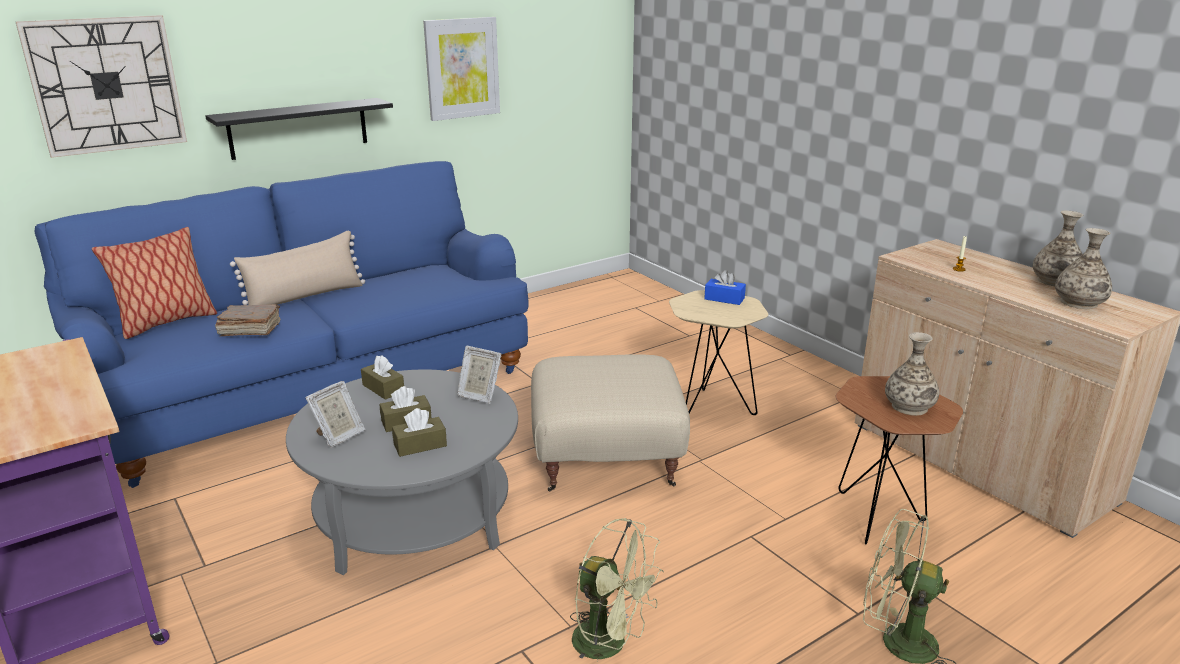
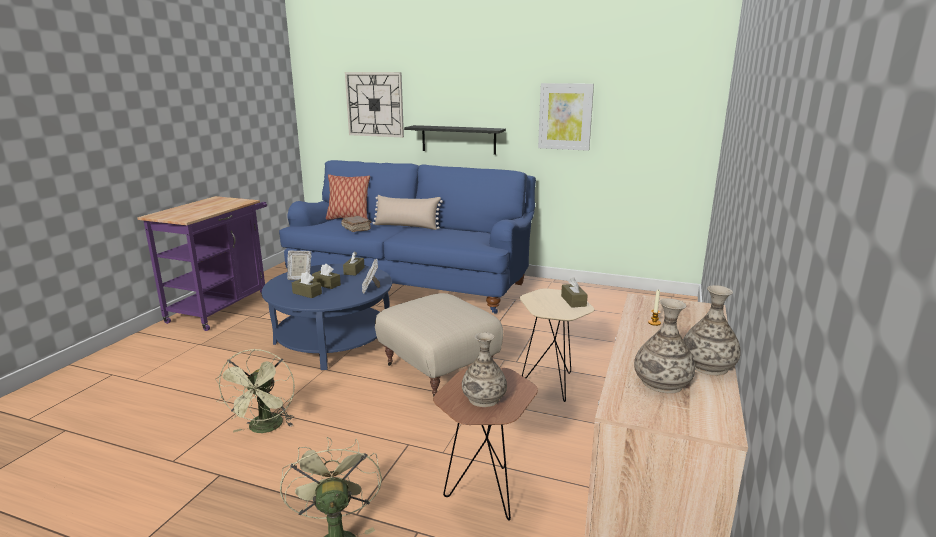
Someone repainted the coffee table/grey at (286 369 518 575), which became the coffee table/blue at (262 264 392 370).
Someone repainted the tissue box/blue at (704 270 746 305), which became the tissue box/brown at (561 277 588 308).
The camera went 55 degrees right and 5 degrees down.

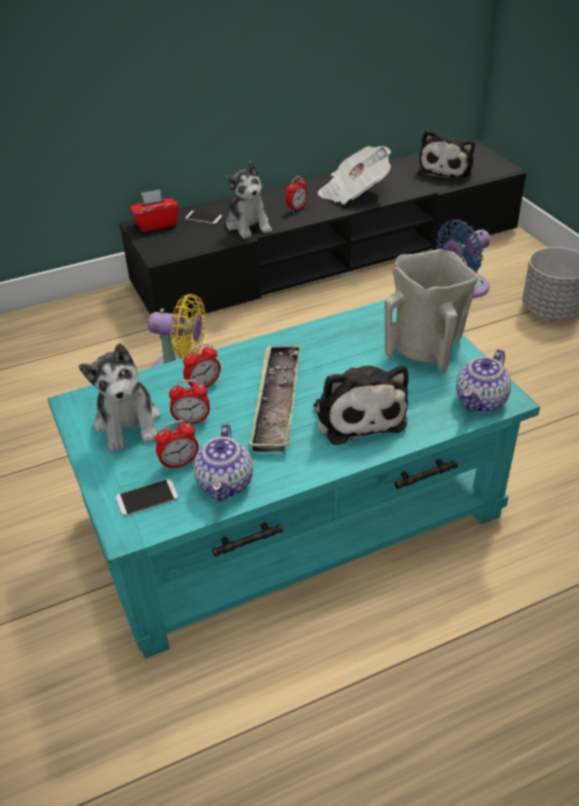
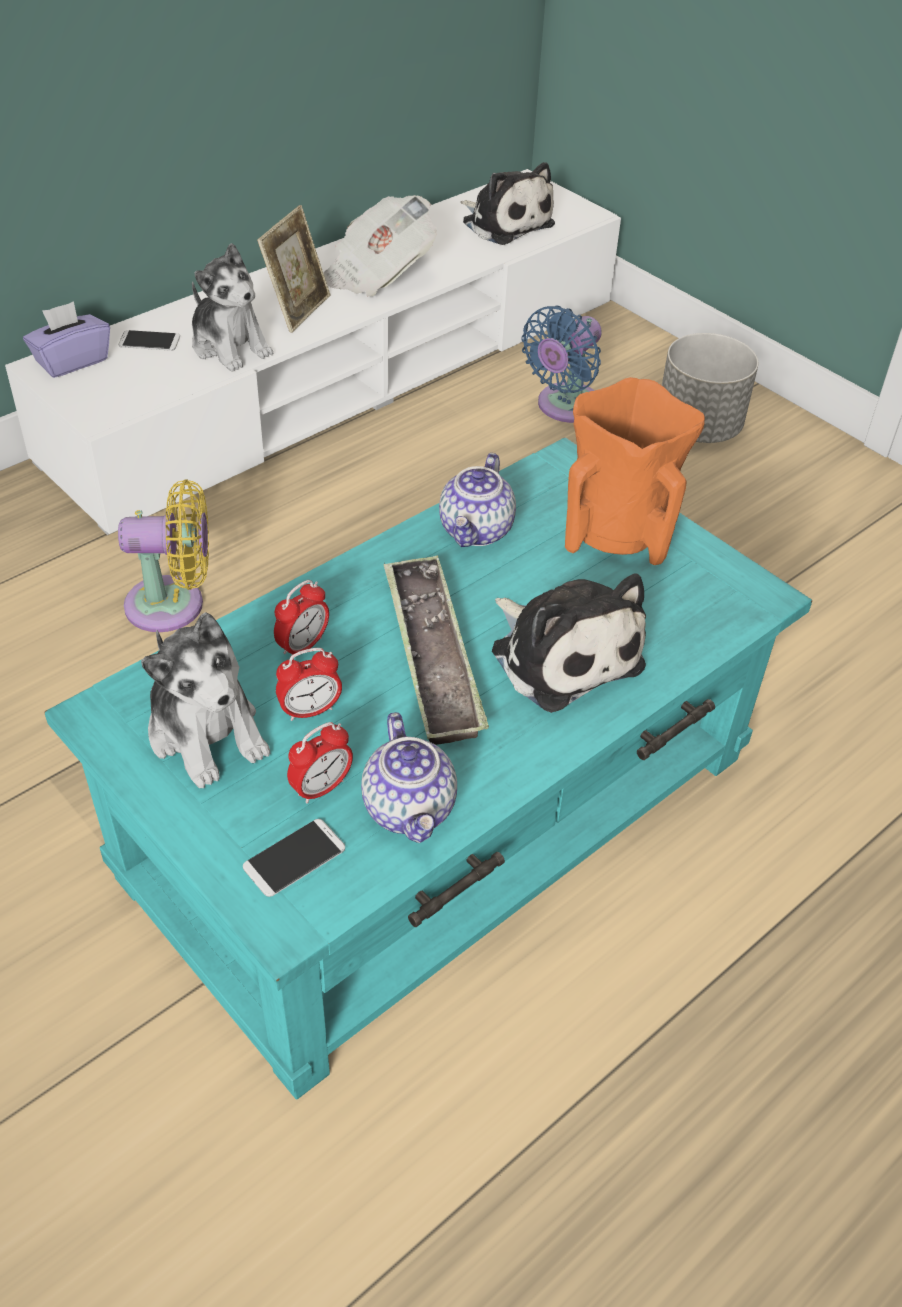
Someone carried the teapot from (456 349 511 412) to (439 453 516 547).
Someone swapped the alarm clock at (286 176 308 213) for the picture frame at (257 205 330 333).
Someone repainted the tv stand/black at (120 140 526 318), which became the tv stand/white at (5 169 621 535).
Someone repainted the tissue box/red at (130 189 179 232), which became the tissue box/purple at (23 301 110 378).
Someone repainted the vase/beige at (384 249 478 371), which became the vase/orange at (565 377 705 565).
Someone rotated the plush toy at (418 130 475 181) by 45 degrees counterclockwise.
The camera went 20 degrees left and 5 degrees up.

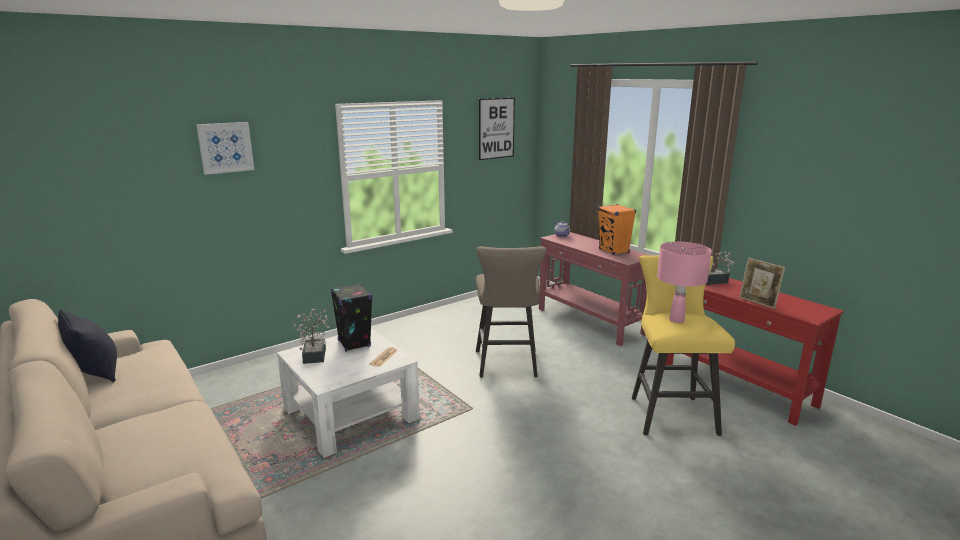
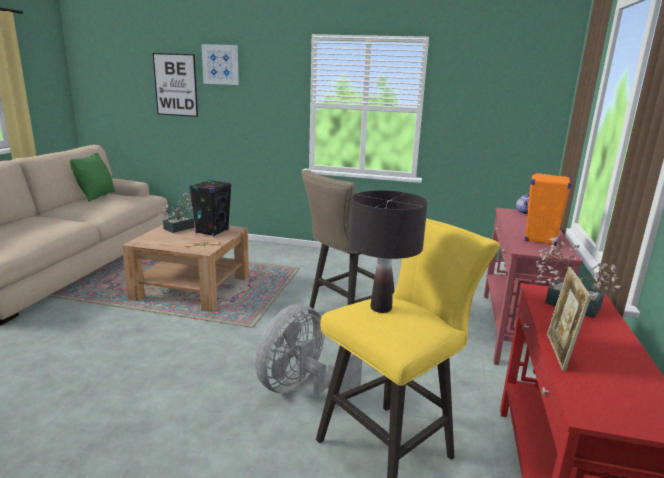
Someone put down the fan/grey at (255 304 362 409).
Someone carried the picture from (479 98 515 160) to (153 53 198 117).
Someone repainted the pillow/black at (58 309 117 382), which became the pillow/green at (70 153 115 202).
Someone repainted the coffee table/white at (277 328 420 458), which became the coffee table/brown at (122 222 249 312).
Someone repainted the table lamp/pink at (657 242 712 323), which became the table lamp/black at (349 190 428 313).
The camera went 50 degrees right and 0 degrees up.

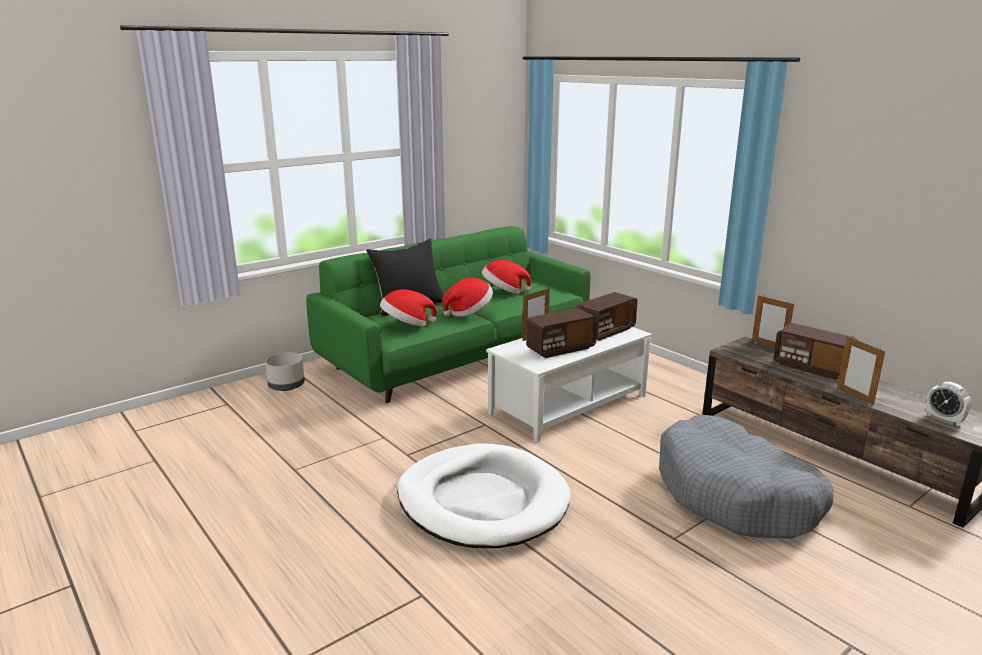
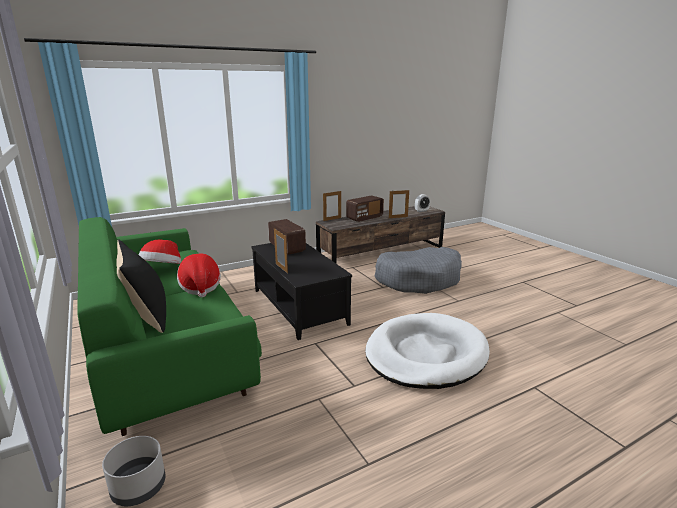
Someone took away the hat at (380 289 437 327).
Someone took away the radio at (526 308 597 358).
Someone repainted the coffee table/white at (486 327 652 443), which became the coffee table/black at (251 243 352 340).
The camera went 80 degrees left and 0 degrees up.

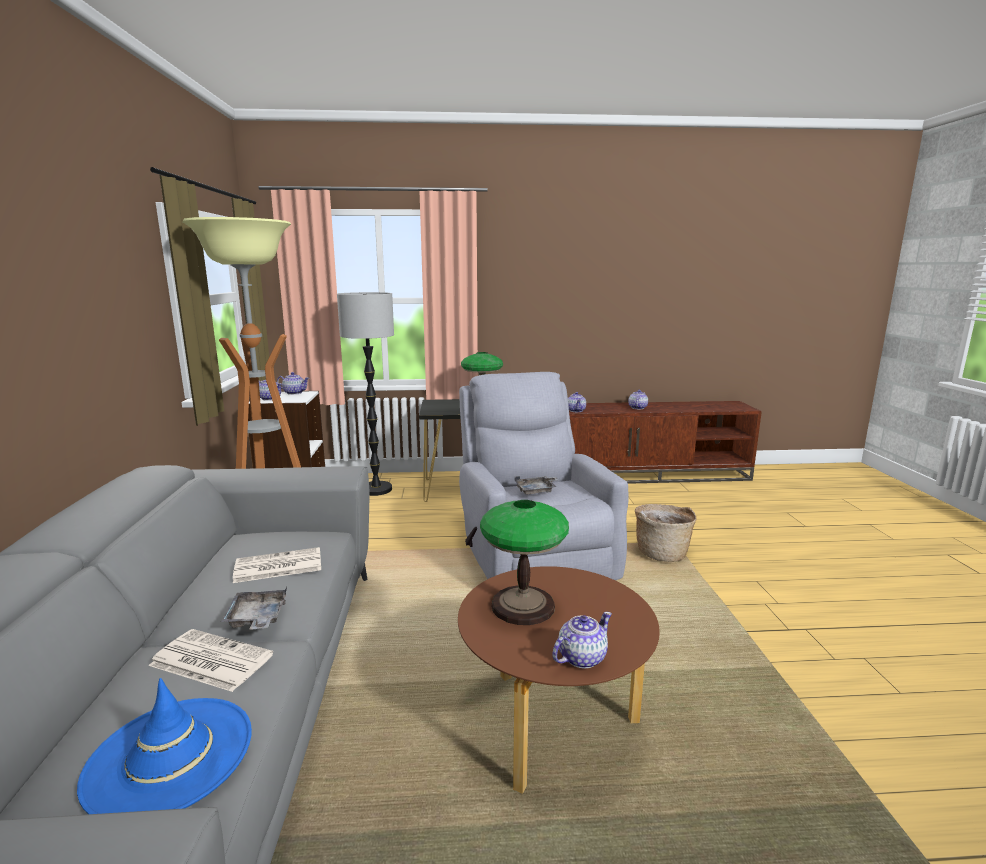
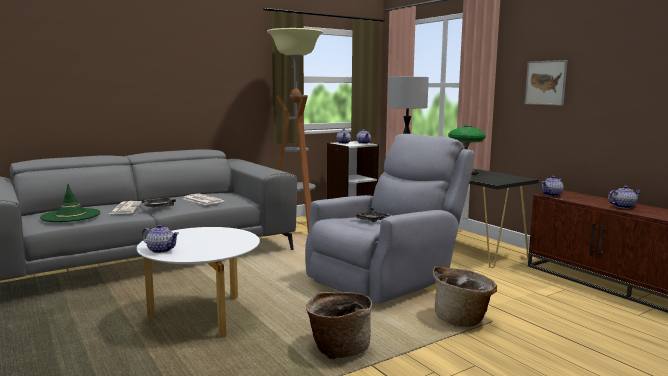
Someone took away the table lamp at (480 500 569 625).
Someone put down the basket at (306 292 372 359).
Someone put up the picture at (525 60 568 106).
Someone repainted the hat/blue at (77 678 252 814), which became the hat/green at (40 184 100 222).
Someone repainted the coffee table/brown at (458 566 660 794), which became the coffee table/white at (137 227 260 338).
The camera went 60 degrees right and 5 degrees down.

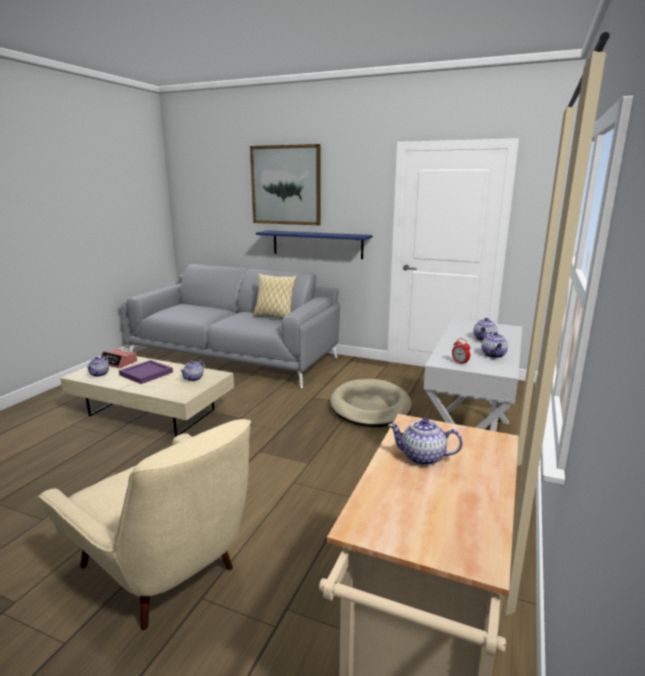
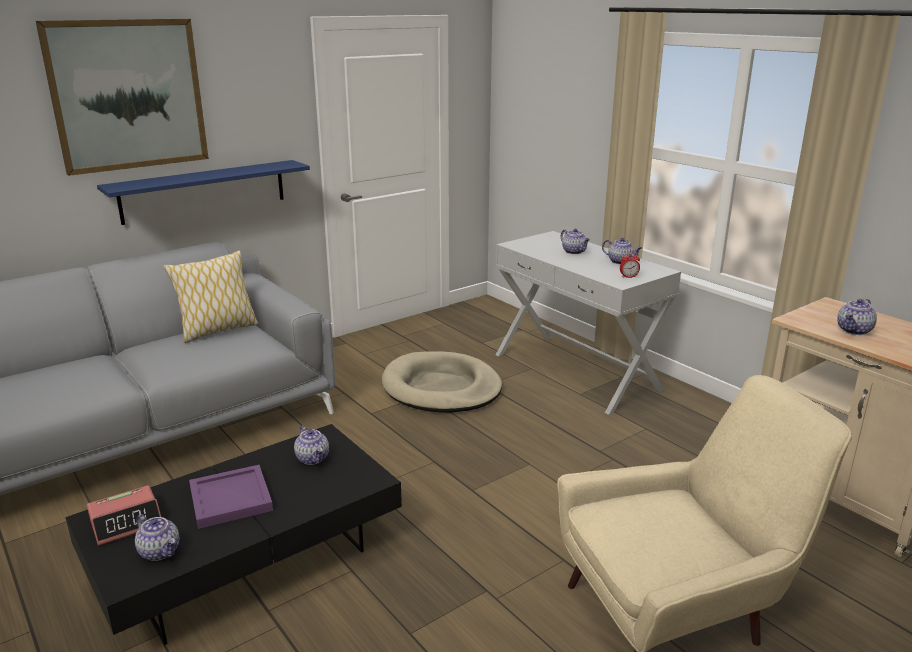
Someone repainted the coffee table/beige at (60 356 234 437), which became the coffee table/black at (65 424 402 645).
The camera went 60 degrees left and 5 degrees up.

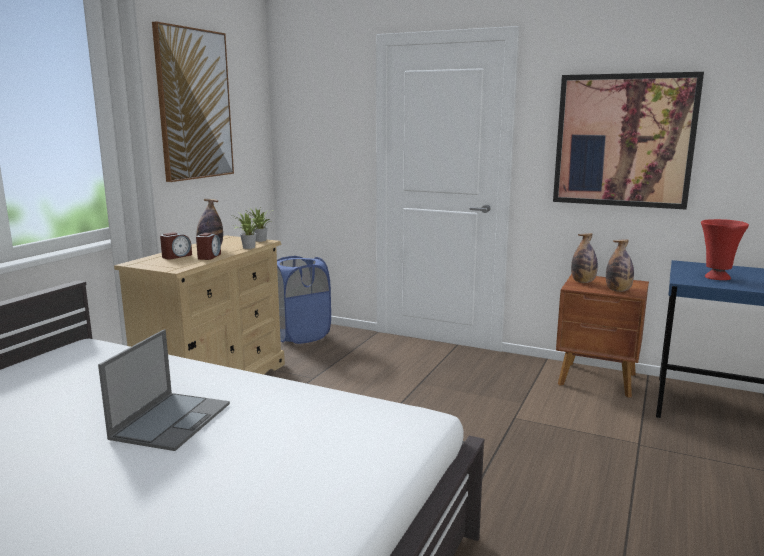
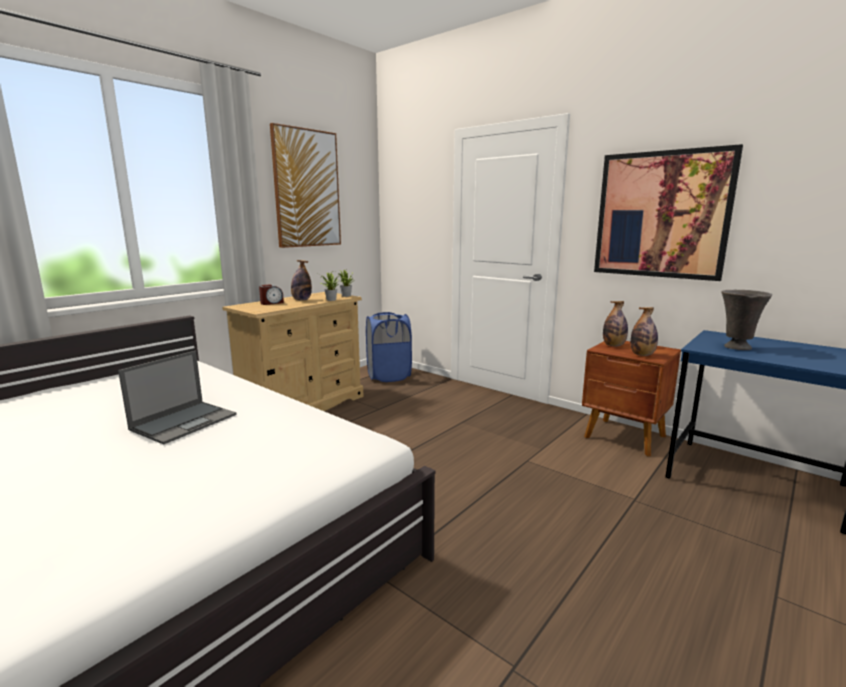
Someone took away the alarm clock at (196 233 221 260).
Someone repainted the vase/red at (701 219 749 280), which became the vase/grey at (721 290 772 350).
The camera went 15 degrees right and 0 degrees up.

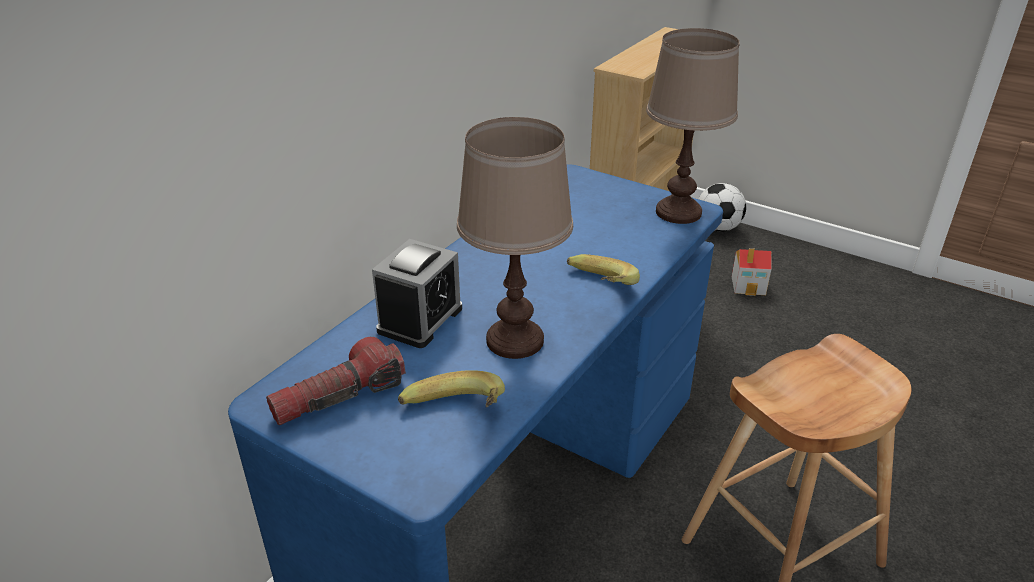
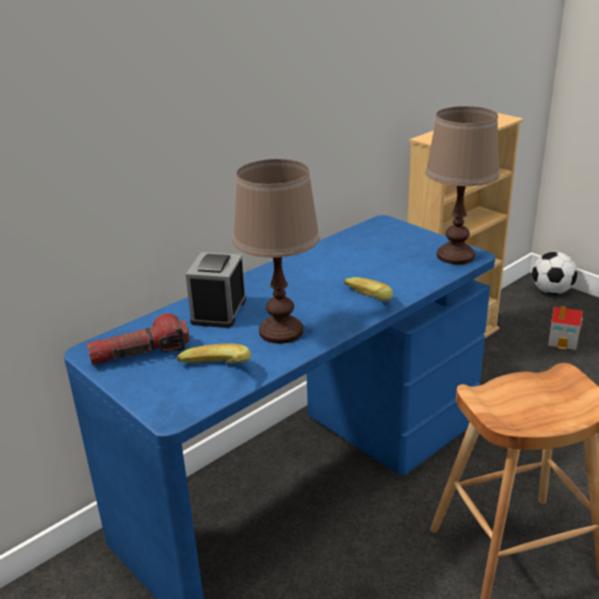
Someone rotated the alarm clock at (372 239 462 348) by 150 degrees clockwise.
The camera went 15 degrees right and 5 degrees down.

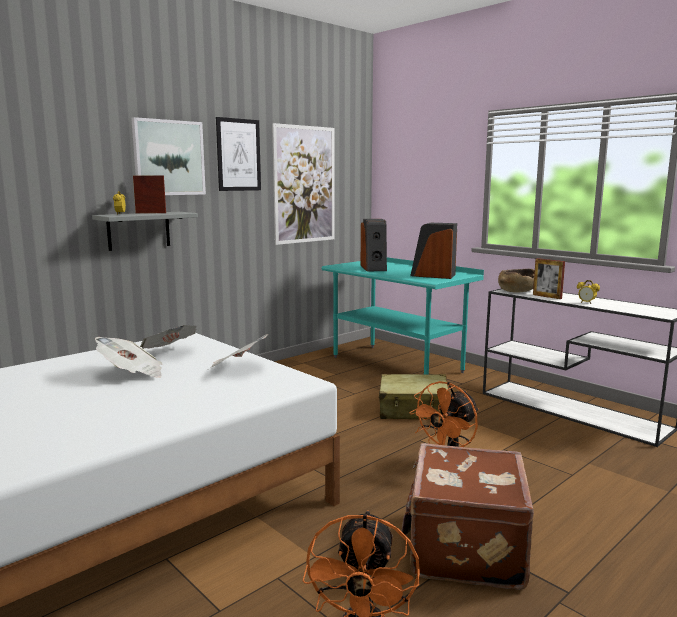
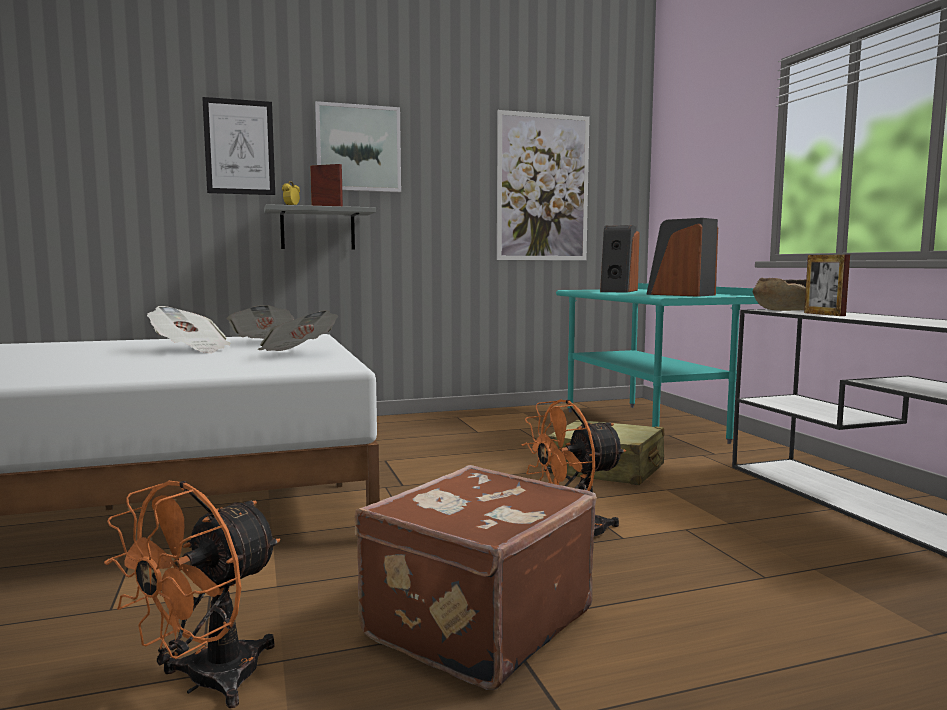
Someone took away the alarm clock at (577 280 600 304).
Someone carried the picture from (216 117 261 191) to (202 97 275 195).
The camera went 25 degrees right and 5 degrees down.

